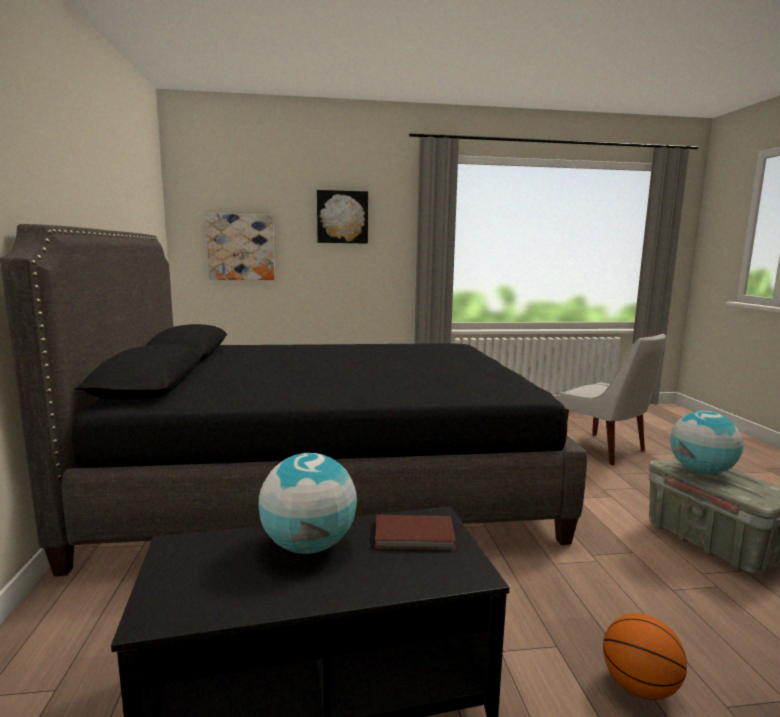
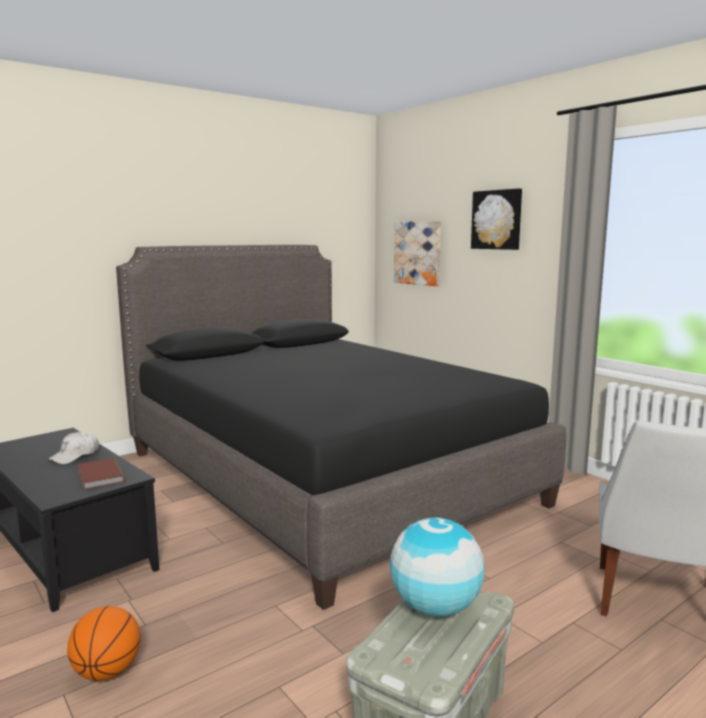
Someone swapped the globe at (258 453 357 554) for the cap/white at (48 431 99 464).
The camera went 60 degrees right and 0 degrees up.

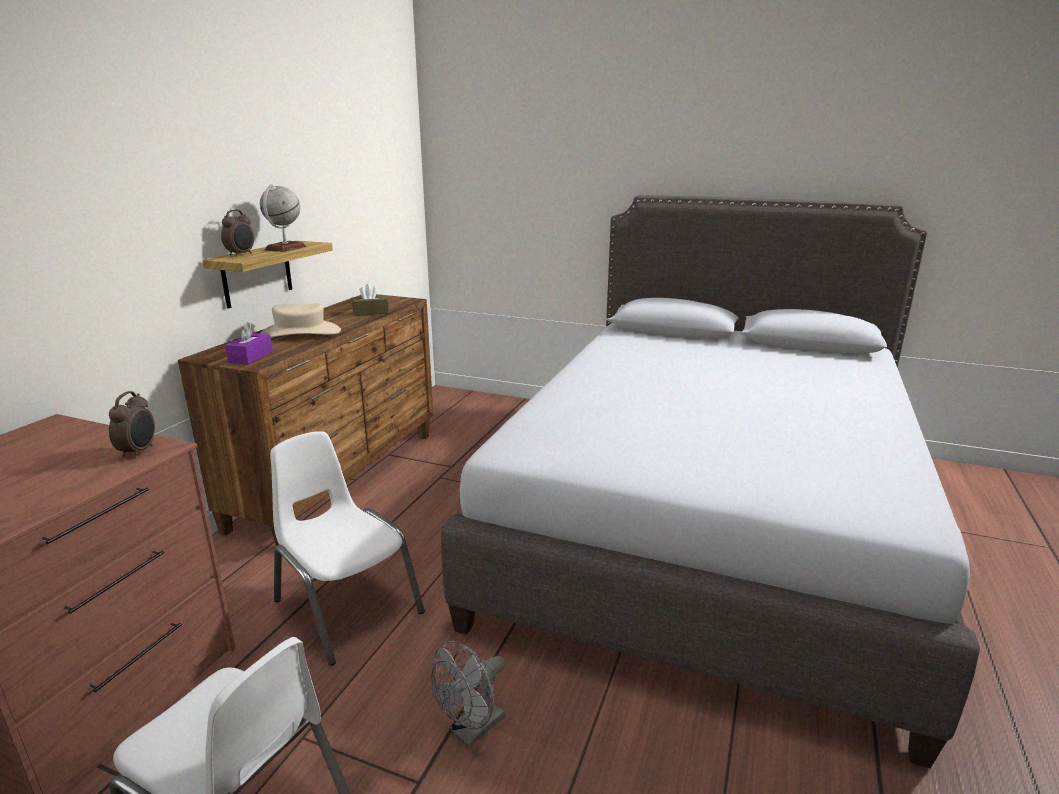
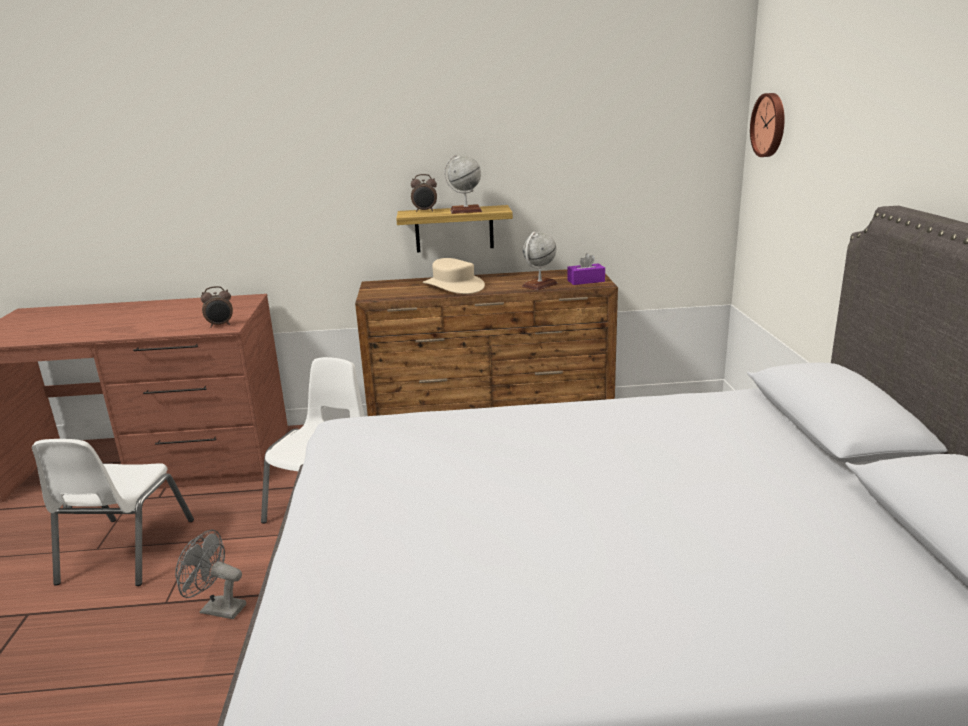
Someone put up the wall clock at (750 93 785 157).
Someone carried the tissue box/purple from (225 322 273 364) to (567 253 605 285).
Someone swapped the tissue box/brown at (352 284 389 316) for the globe at (522 232 558 291).
The camera went 65 degrees right and 0 degrees up.

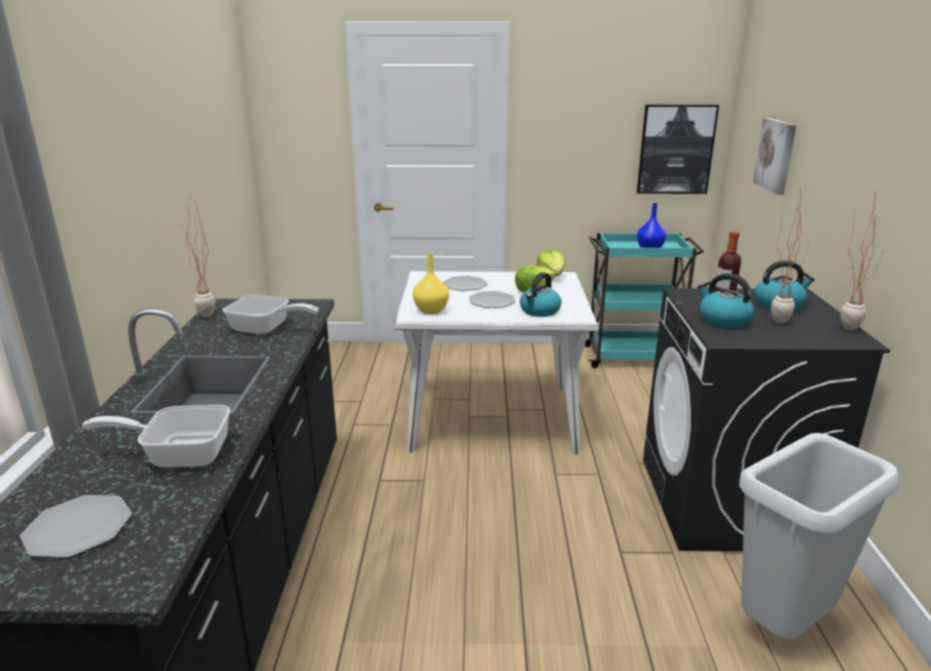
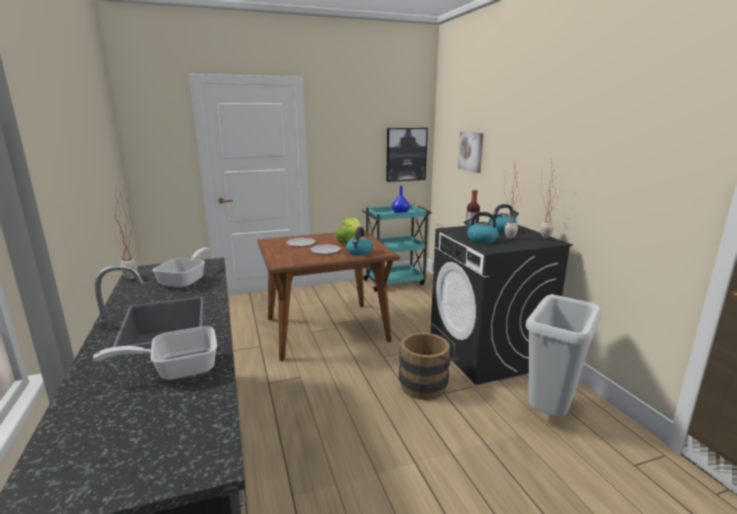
Someone took away the plate at (20 495 132 558).
Someone took away the vase/yellow at (413 253 449 314).
Someone put down the bucket/brown at (399 333 459 400).
Someone repainted the dining table/white at (394 271 599 454), which became the dining table/brown at (257 230 400 361).
Someone rotated the frying pan at (223 295 319 334) by 75 degrees counterclockwise.
The camera went 20 degrees left and 5 degrees down.

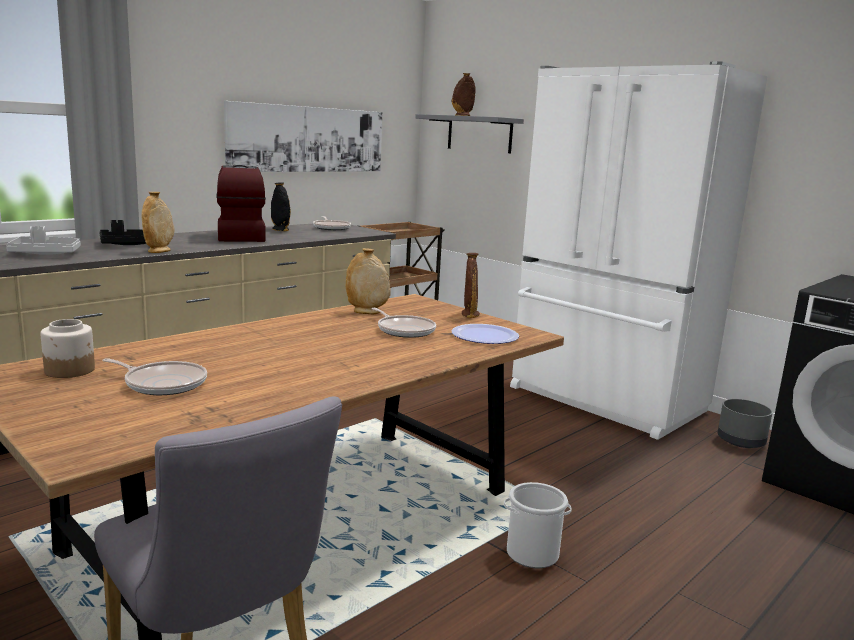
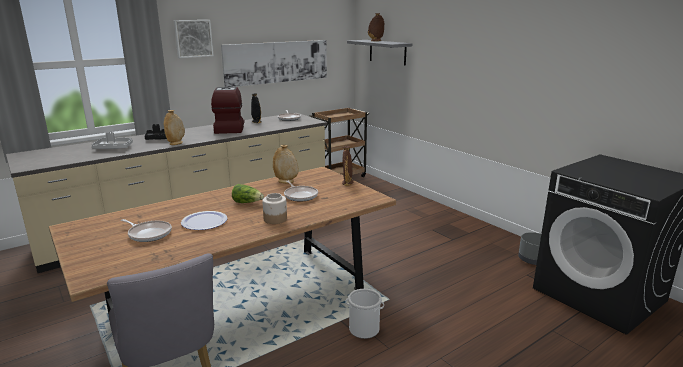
Someone took away the fridge/white at (510 61 767 440).
Someone put up the picture at (174 20 214 58).
Someone put down the lettuce at (232 184 264 203).
Someone carried the jar from (41 319 95 378) to (262 193 287 224).
Someone carried the plate from (451 324 519 344) to (181 211 227 230).
The camera went 10 degrees right and 5 degrees up.

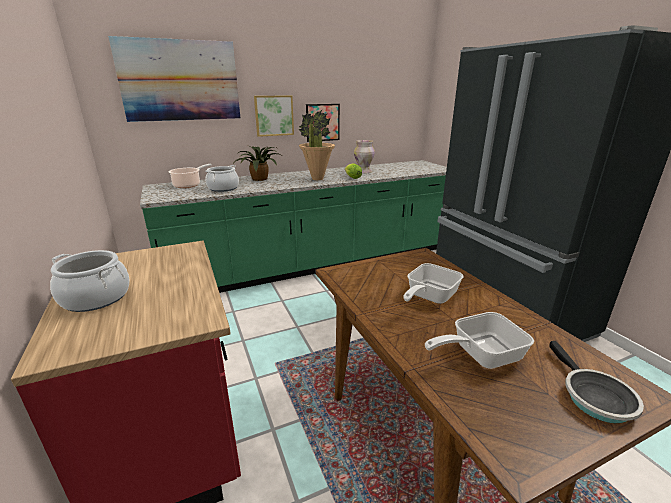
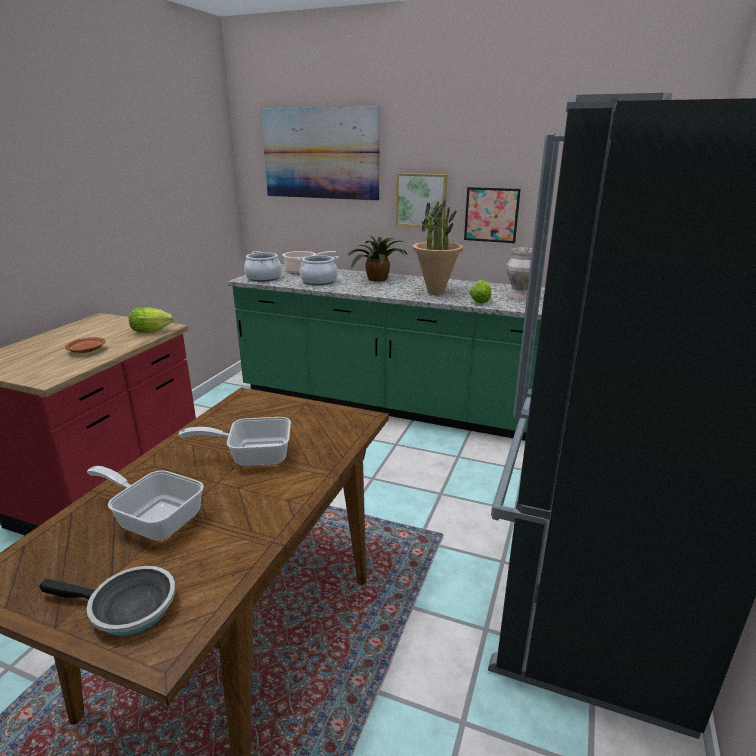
Someone put down the plate/brown at (65 337 106 353).
Someone put down the lettuce at (129 307 174 333).
Someone carried the cooking pot from (50 250 130 312) to (244 251 282 282).
Someone rotated the frying pan at (549 341 644 423) by 120 degrees counterclockwise.
The camera went 45 degrees right and 0 degrees up.

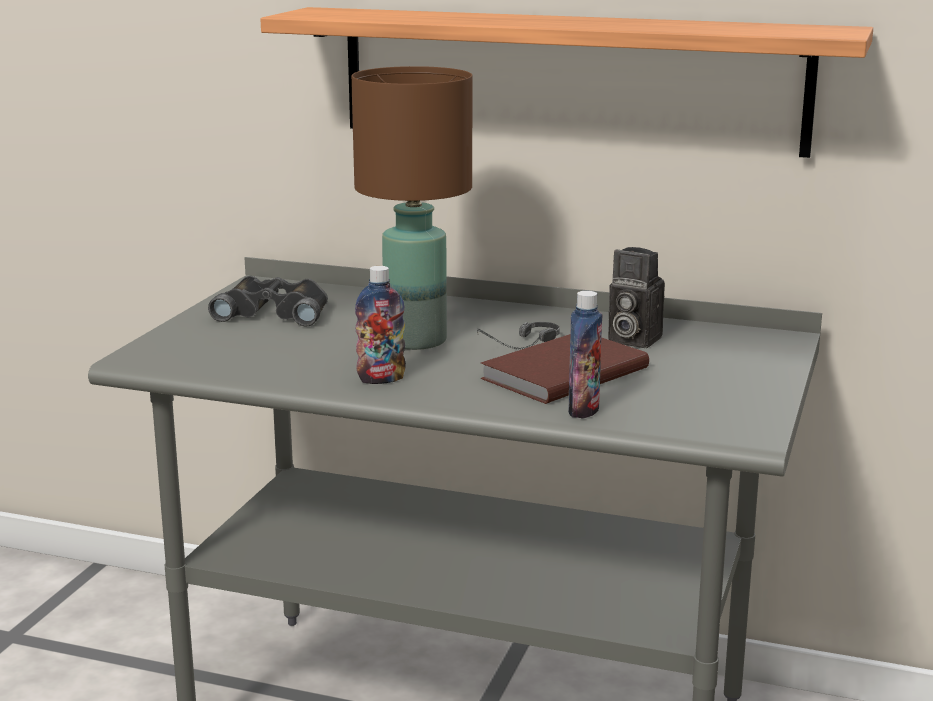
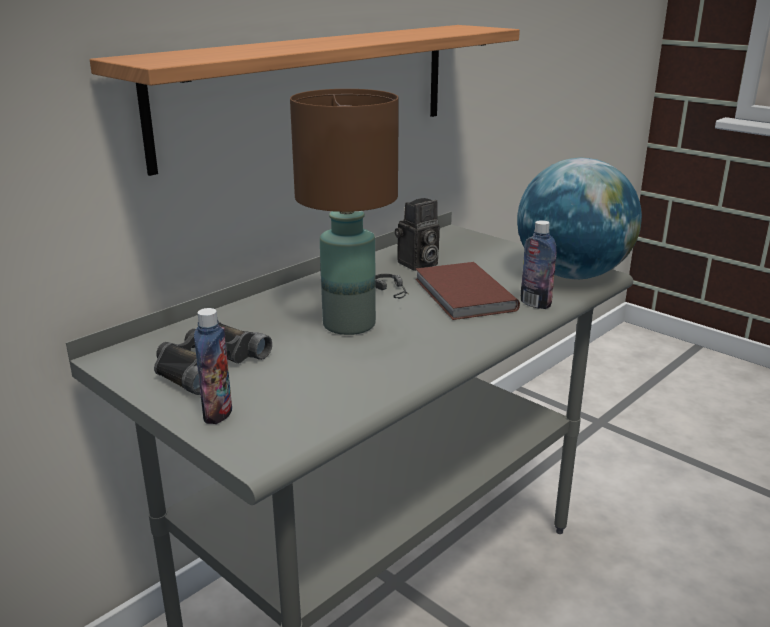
Someone put down the globe at (517 157 642 279).
Someone carried the bottle from (355 266 406 384) to (194 308 232 424).
The camera went 65 degrees left and 5 degrees up.

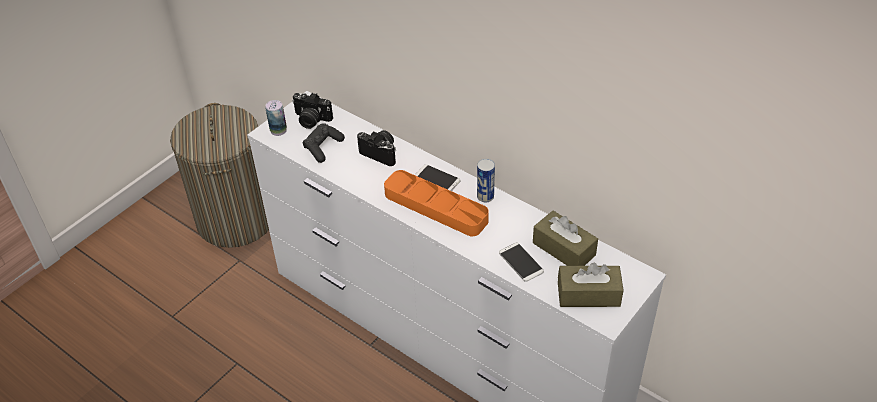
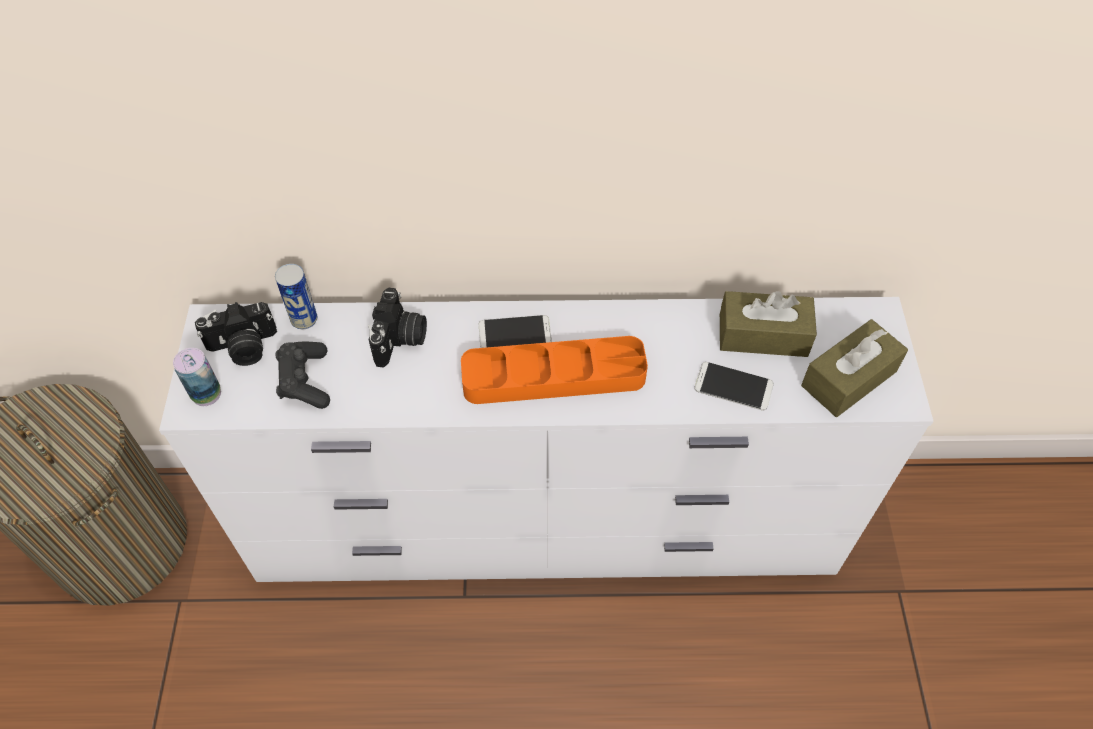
Someone carried the can from (477 159 495 203) to (275 264 317 329).
Someone rotated the photo camera at (357 130 396 166) by 105 degrees clockwise.
The camera went 40 degrees left and 10 degrees up.

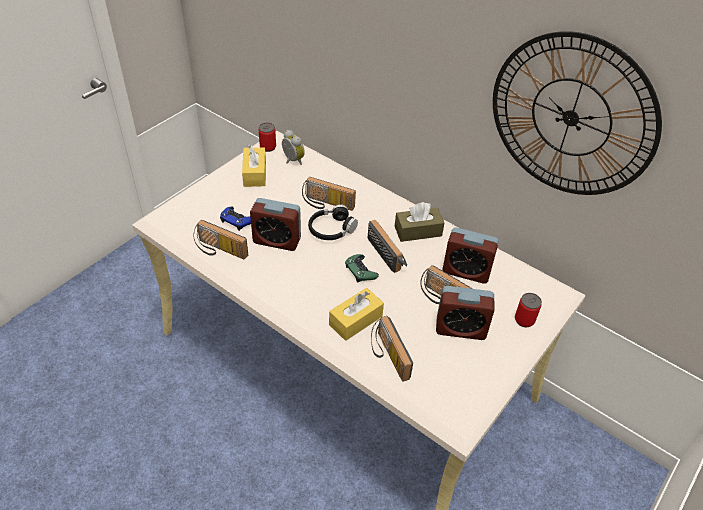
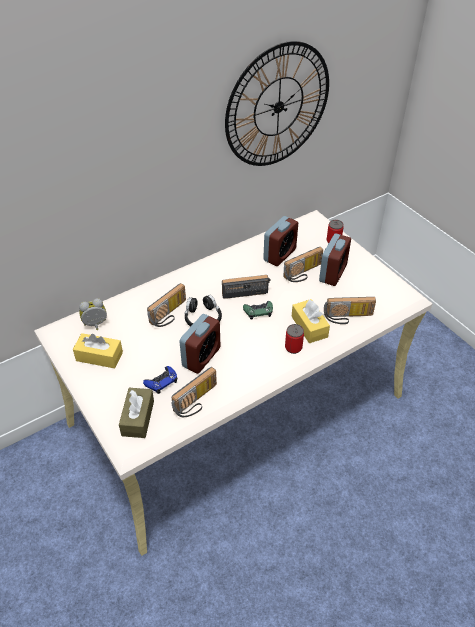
Someone carried the can from (259 123 276 152) to (285 324 304 354).
Someone carried the tissue box/brown from (395 202 444 242) to (119 388 154 438).
The camera went 70 degrees left and 0 degrees up.

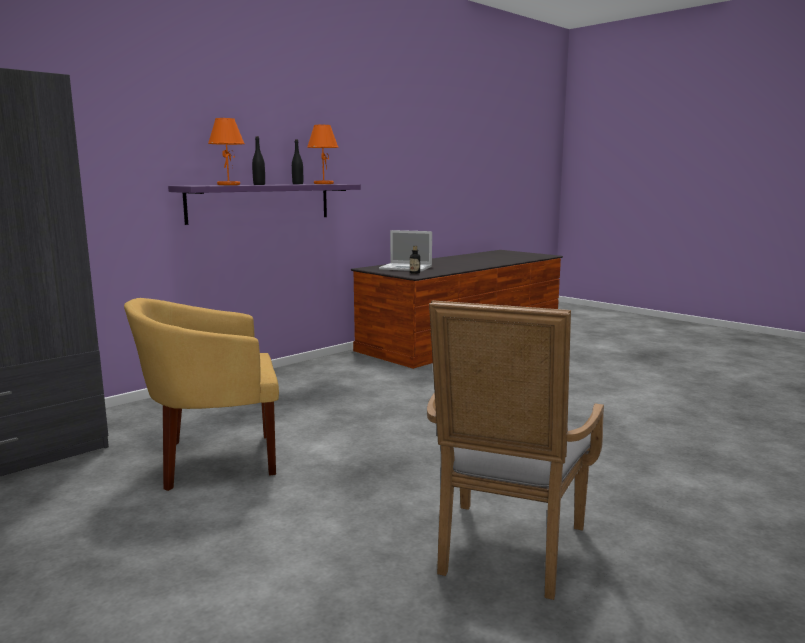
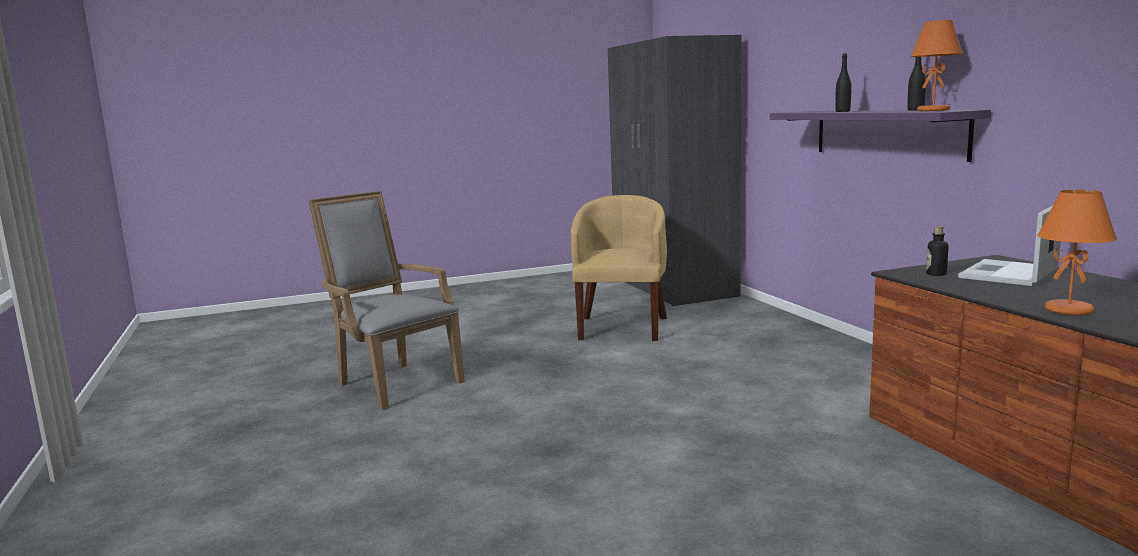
Someone carried the table lamp/orange from (208 118 245 185) to (1037 190 1117 315).
The camera went 115 degrees right and 0 degrees up.

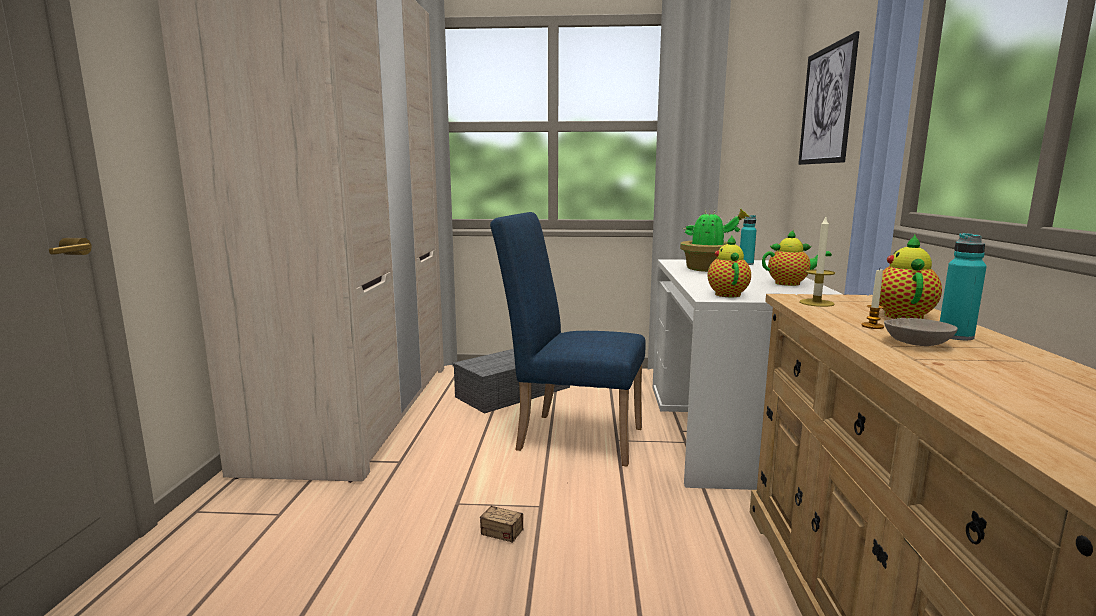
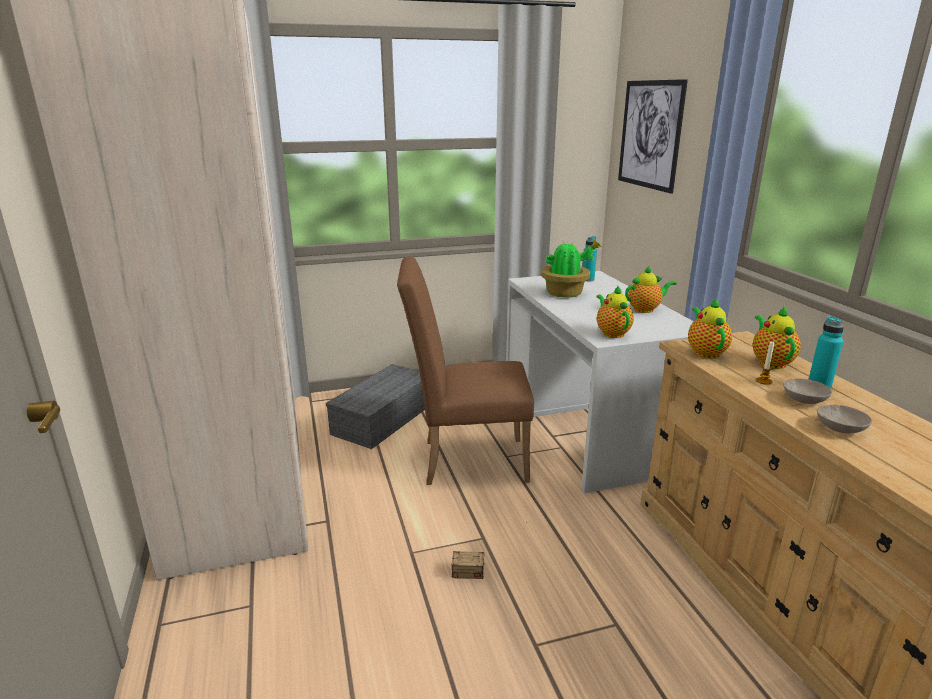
Someone put down the bowl/beige at (817 404 872 433).
Someone swapped the candle at (799 217 835 307) for the teapot at (688 298 732 359).
Someone repainted the chair/blue at (490 212 645 467), which became the chair/brown at (397 257 534 485).
The camera went 20 degrees left and 10 degrees up.

